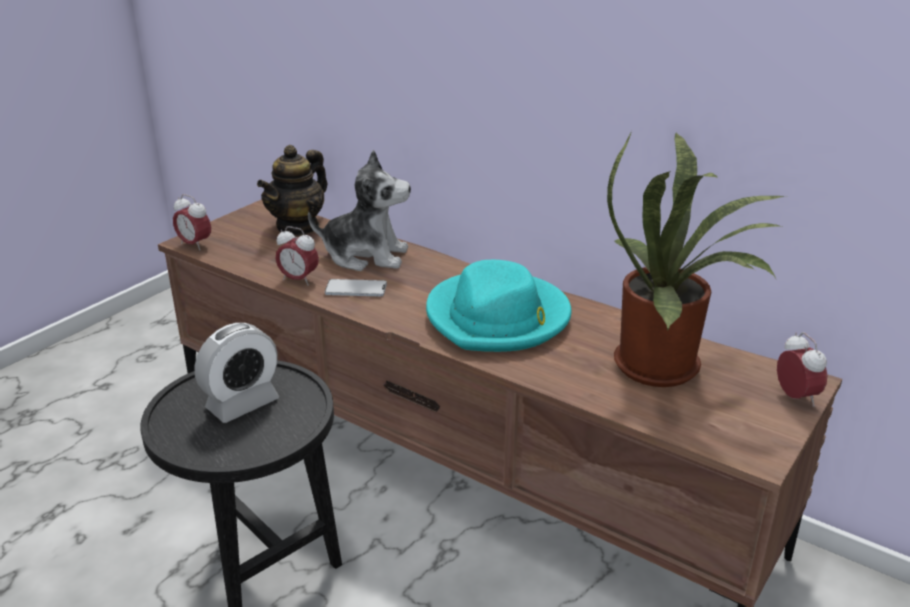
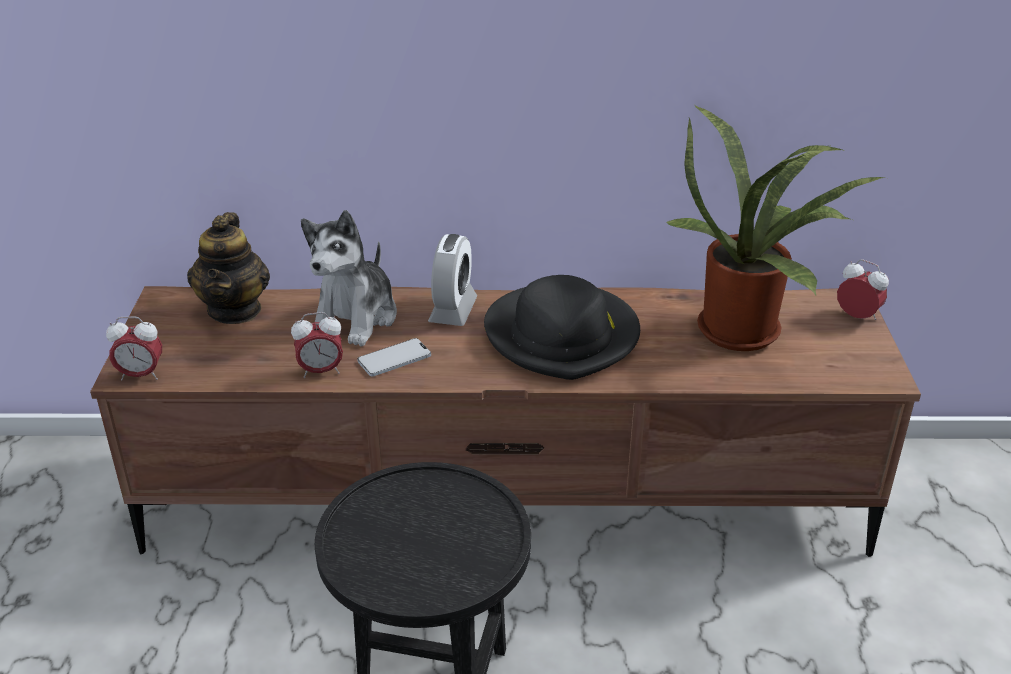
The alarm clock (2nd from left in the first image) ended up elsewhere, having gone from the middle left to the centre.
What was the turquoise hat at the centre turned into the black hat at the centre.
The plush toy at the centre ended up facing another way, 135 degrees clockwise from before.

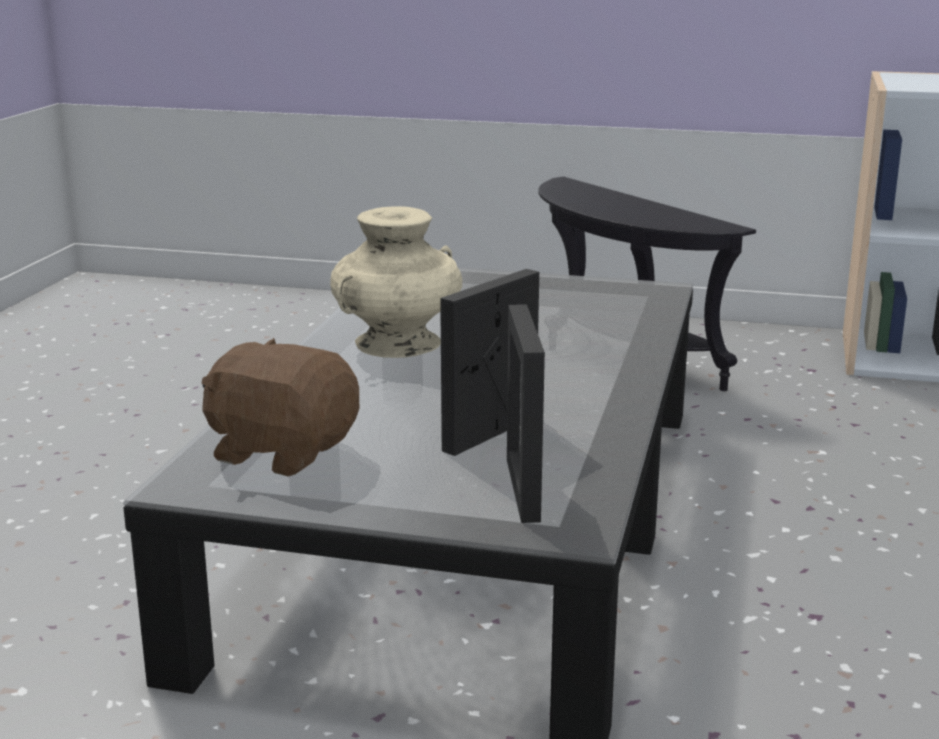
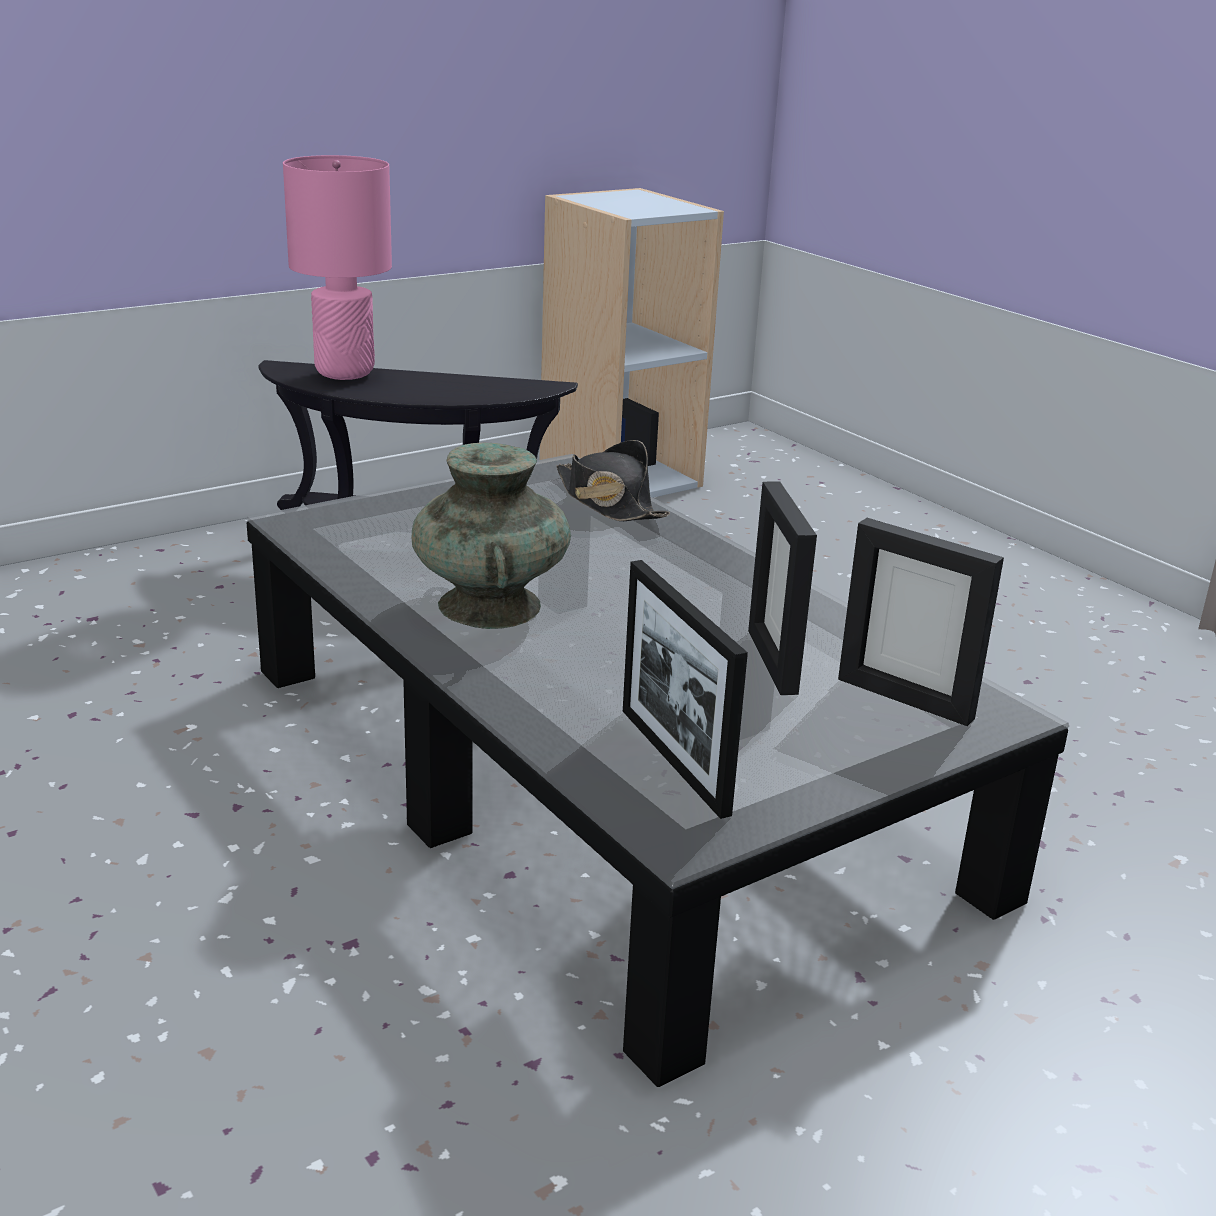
The second view gained the pink table lamp at the top left.
The second view gained the black hat at the centre.
Where the brown plush toy stood at the middle left, the picture frame (1st from left) came to stand at the centre.
What was the beige vase at the centre turned into the turquoise vase at the centre.

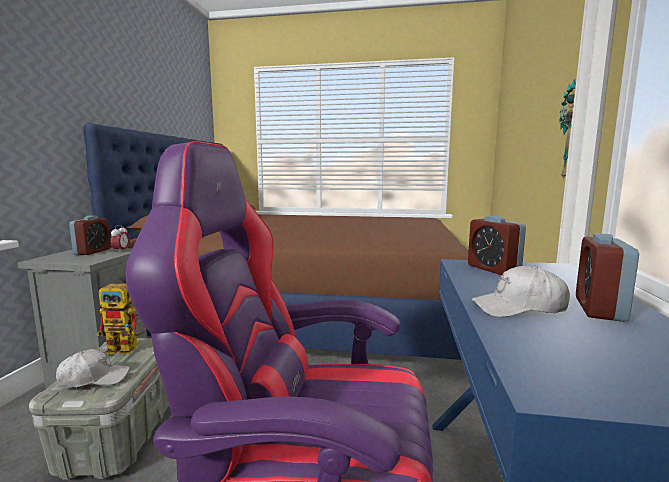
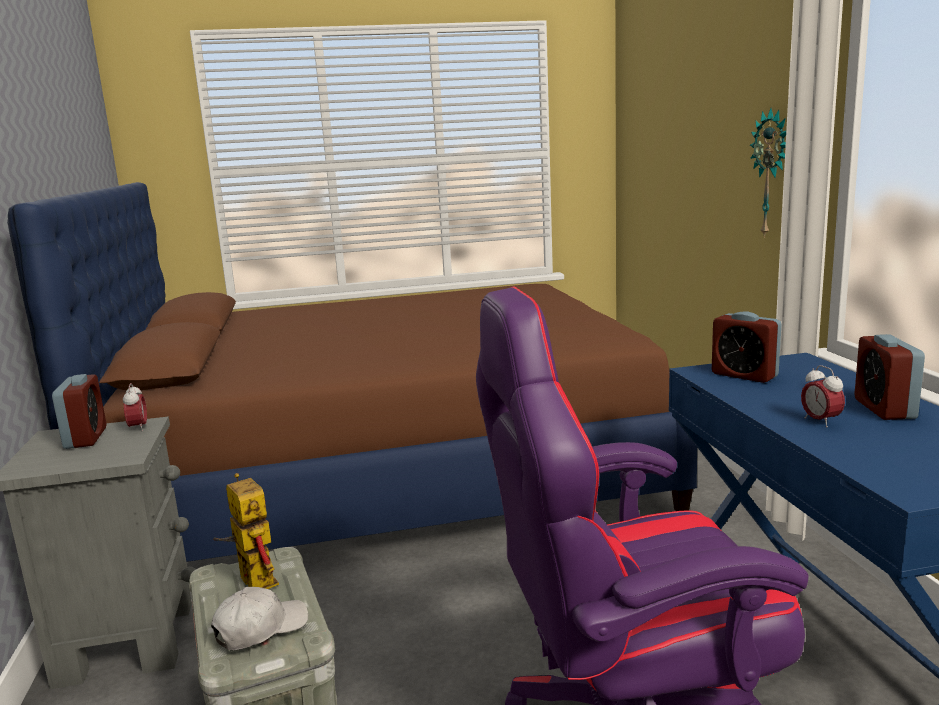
Where the white cap (2nd from left) stood at the middle right, the alarm clock (4th from left) came to stand at the middle right.
The toy robot at the middle left ended up facing another way, 105 degrees counterclockwise from before.

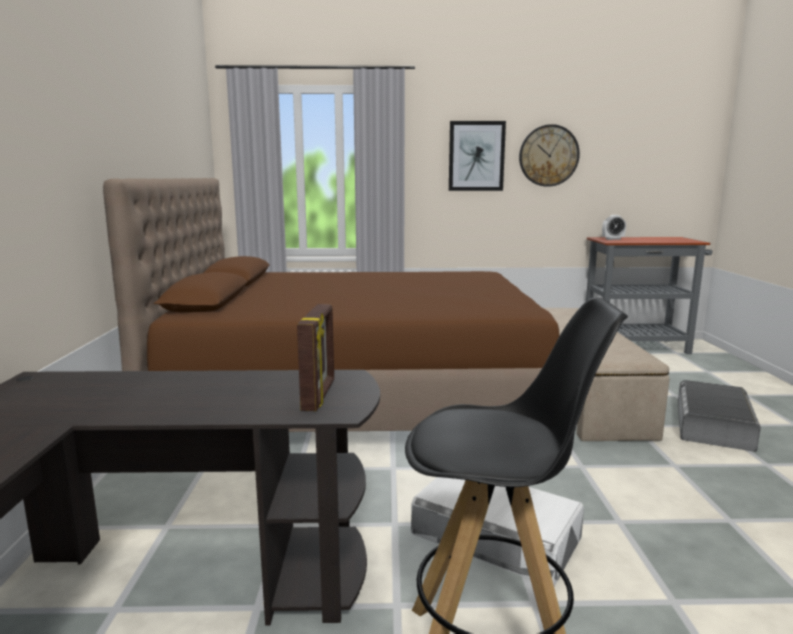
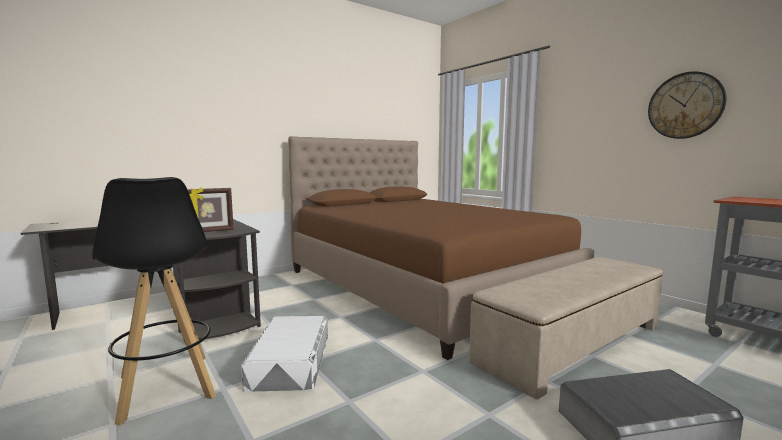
The second view lost the picture at the top centre.
The second view lost the alarm clock at the middle right.

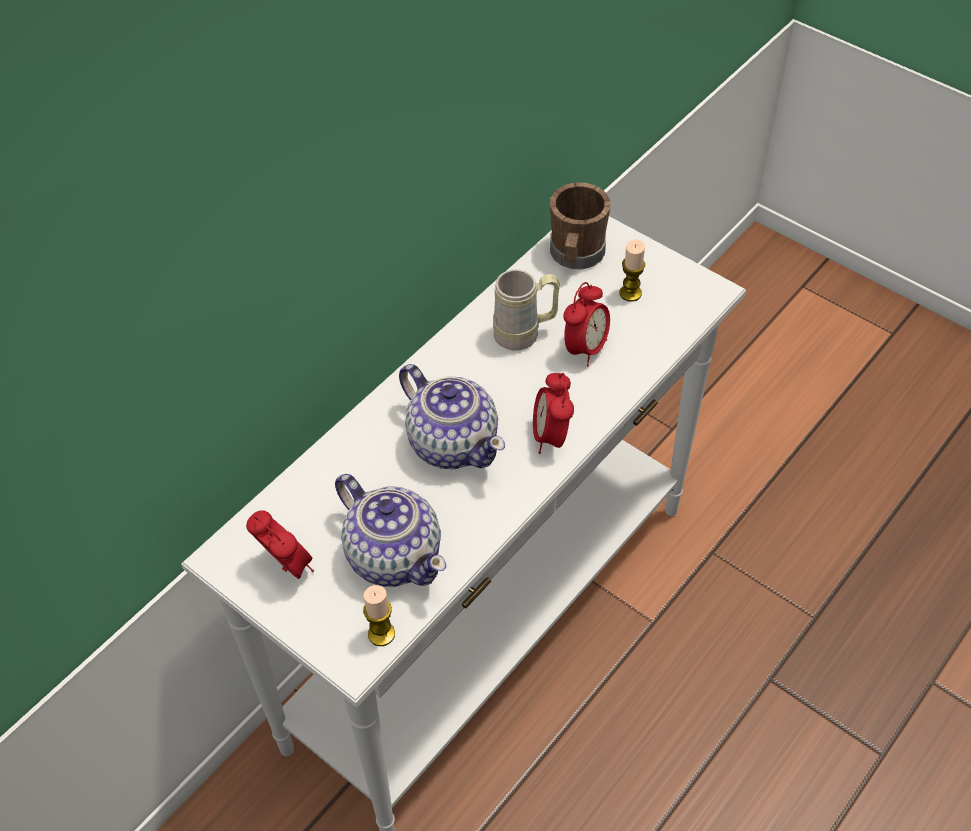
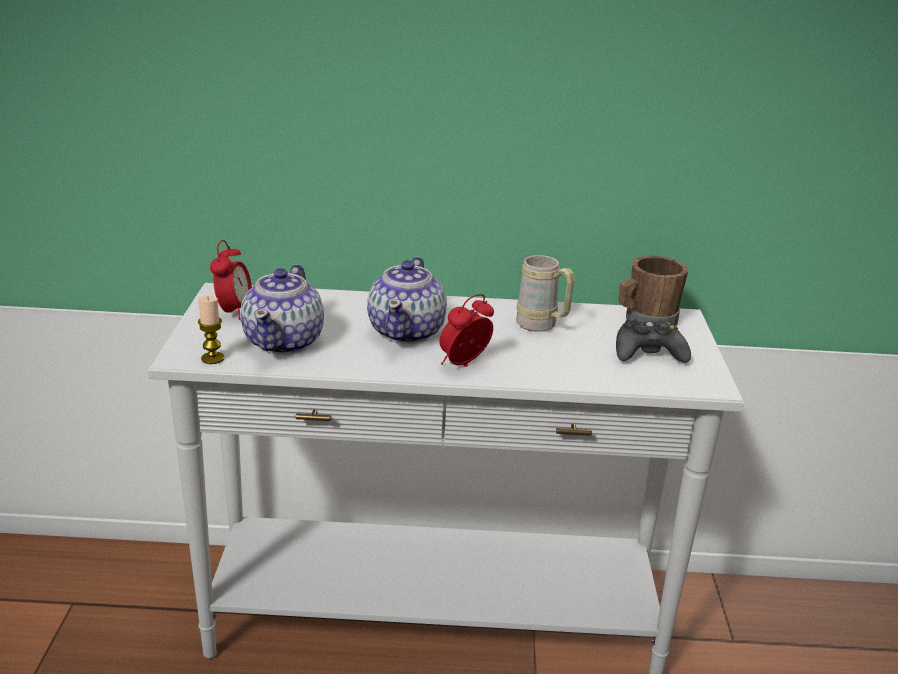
The second view lost the alarm clock (3rd from left) at the centre.
Where the candle (2nd from left) stood at the top centre, the black game controller came to stand at the middle right.

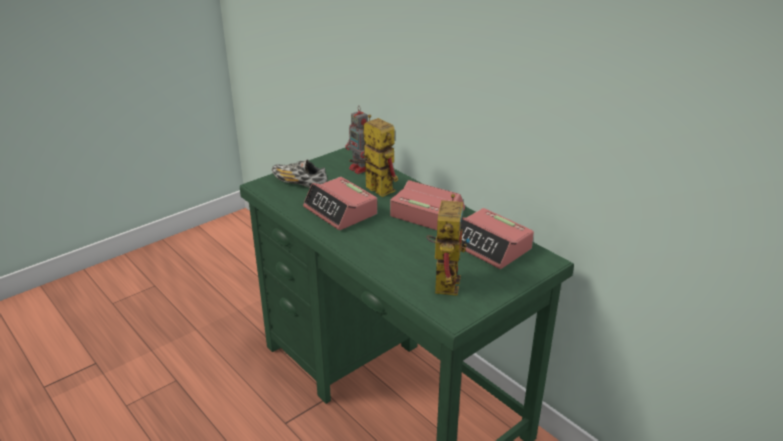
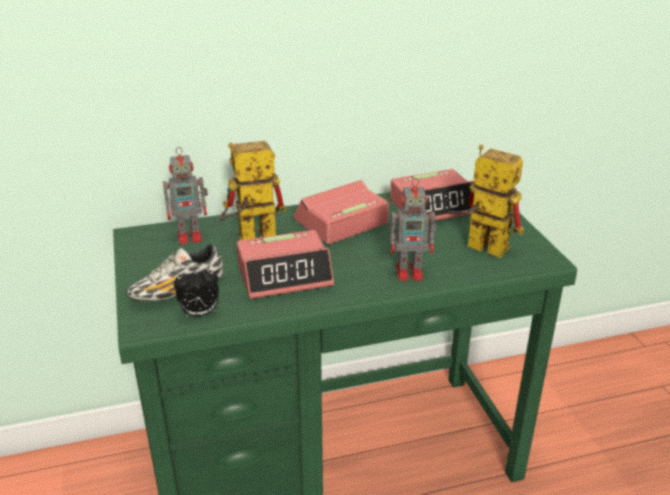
The second view gained the alarm clock (1st from left) at the middle left.
The second view gained the toy robot (3rd from left) at the centre.

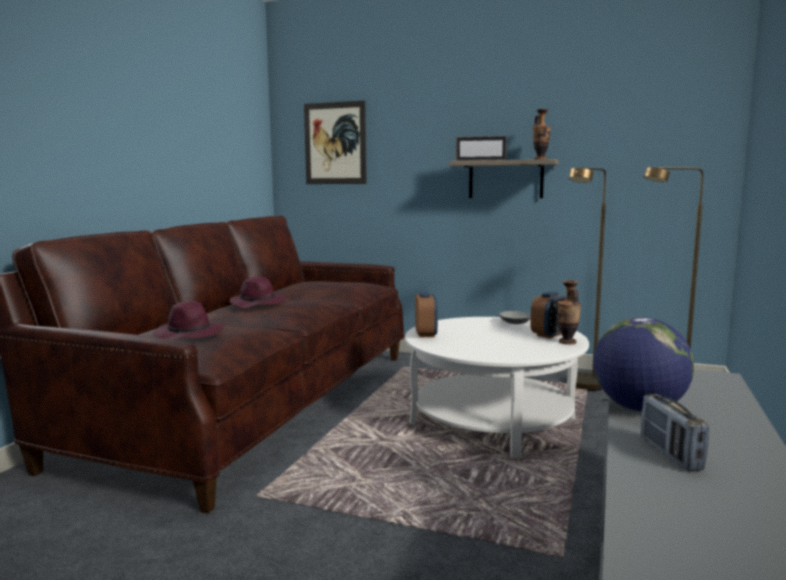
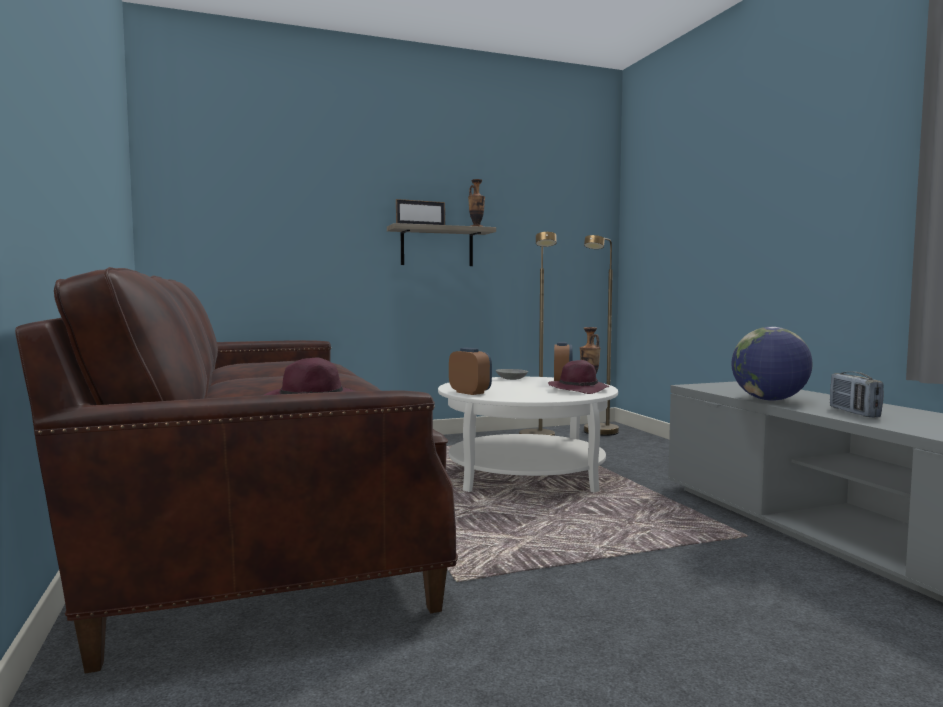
The second view lost the picture at the top centre.
The purple hat (2nd from left) ended up elsewhere, having gone from the middle left to the centre.
The radio at the bottom right ended up facing another way, 45 degrees clockwise from before.

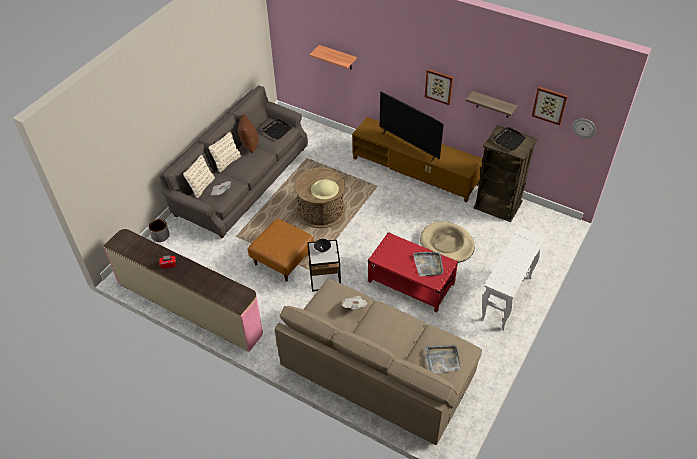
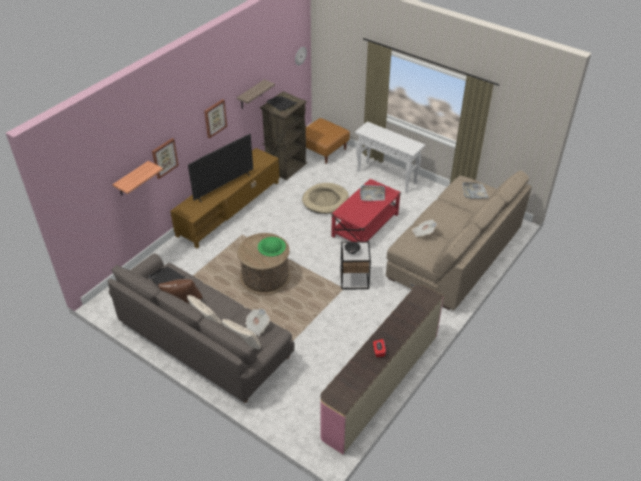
The second view lost the grey planter at the middle left.
The brown ottoman ended up elsewhere, having gone from the centre to the top centre.
The picture (2nd from left in the first image) ended up elsewhere, having gone from the top right to the top left.
What was the beige hat at the centre turned into the green hat at the centre.

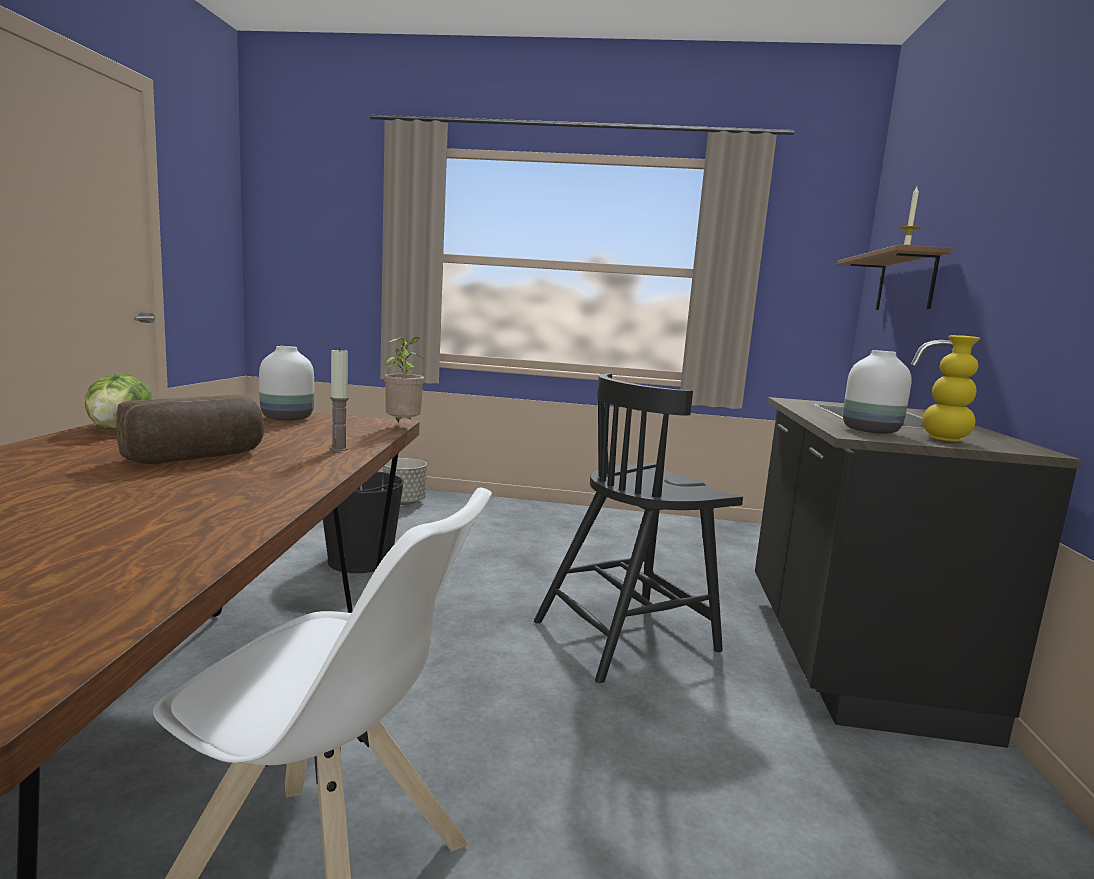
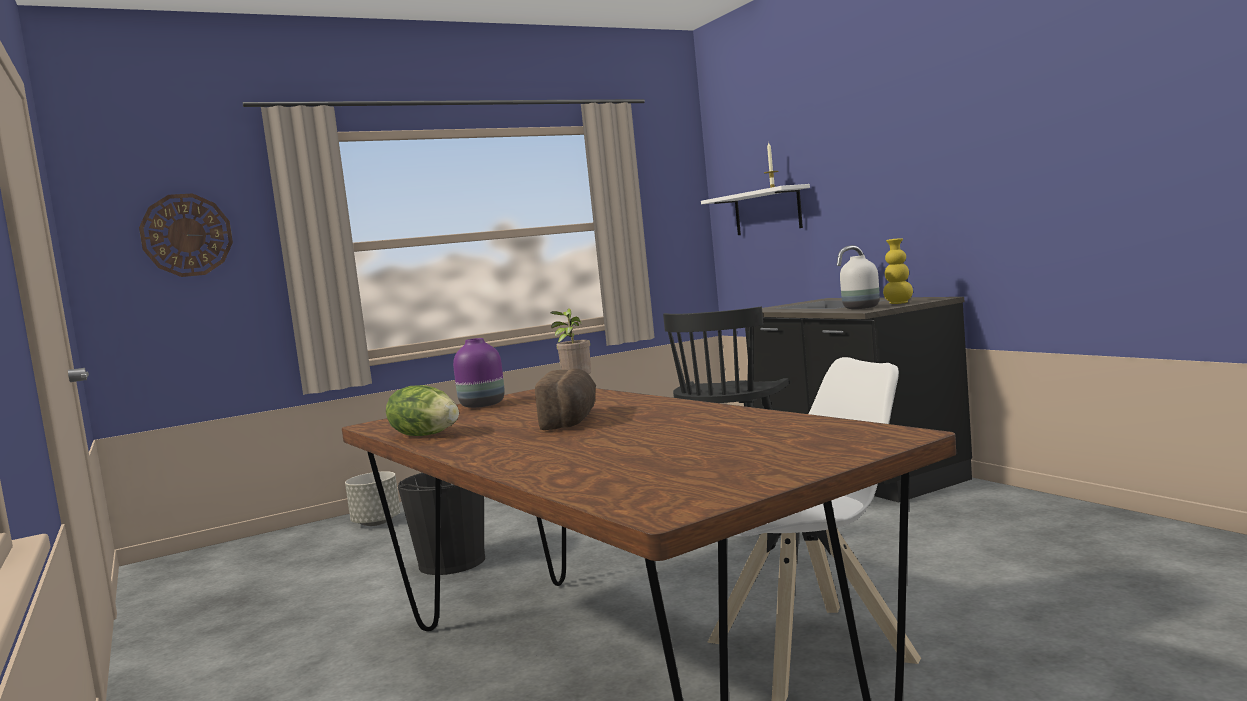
The second view lost the candle (1st from left) at the middle left.
The second view gained the wall clock at the middle left.
What was the white vase (1st from left) at the middle left turned into the purple vase at the centre.
What was the brown shelf at the top right turned into the white shelf at the top centre.

